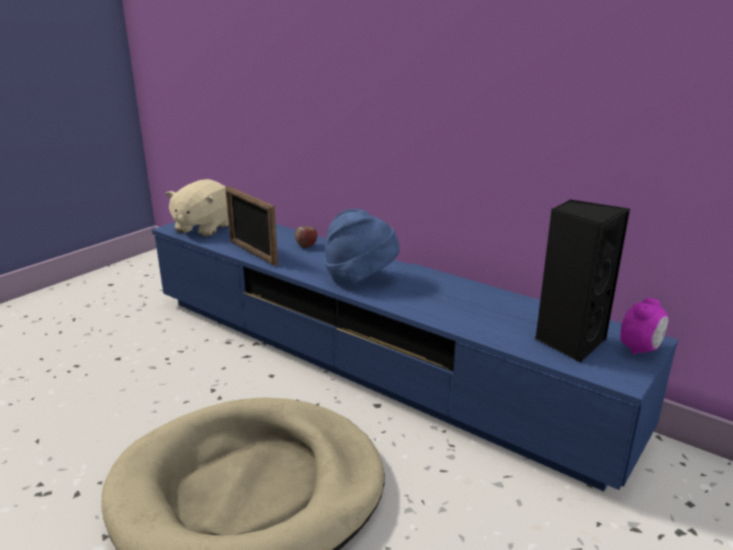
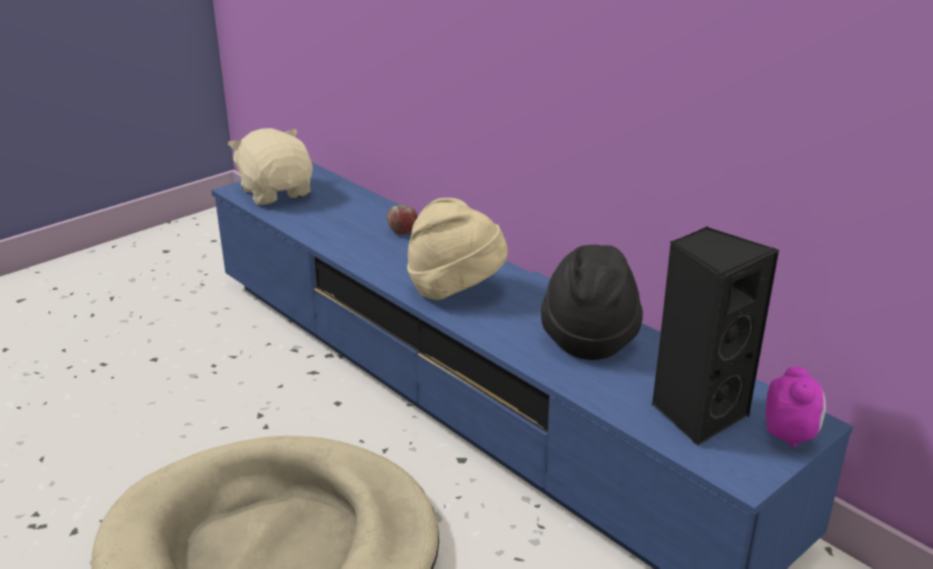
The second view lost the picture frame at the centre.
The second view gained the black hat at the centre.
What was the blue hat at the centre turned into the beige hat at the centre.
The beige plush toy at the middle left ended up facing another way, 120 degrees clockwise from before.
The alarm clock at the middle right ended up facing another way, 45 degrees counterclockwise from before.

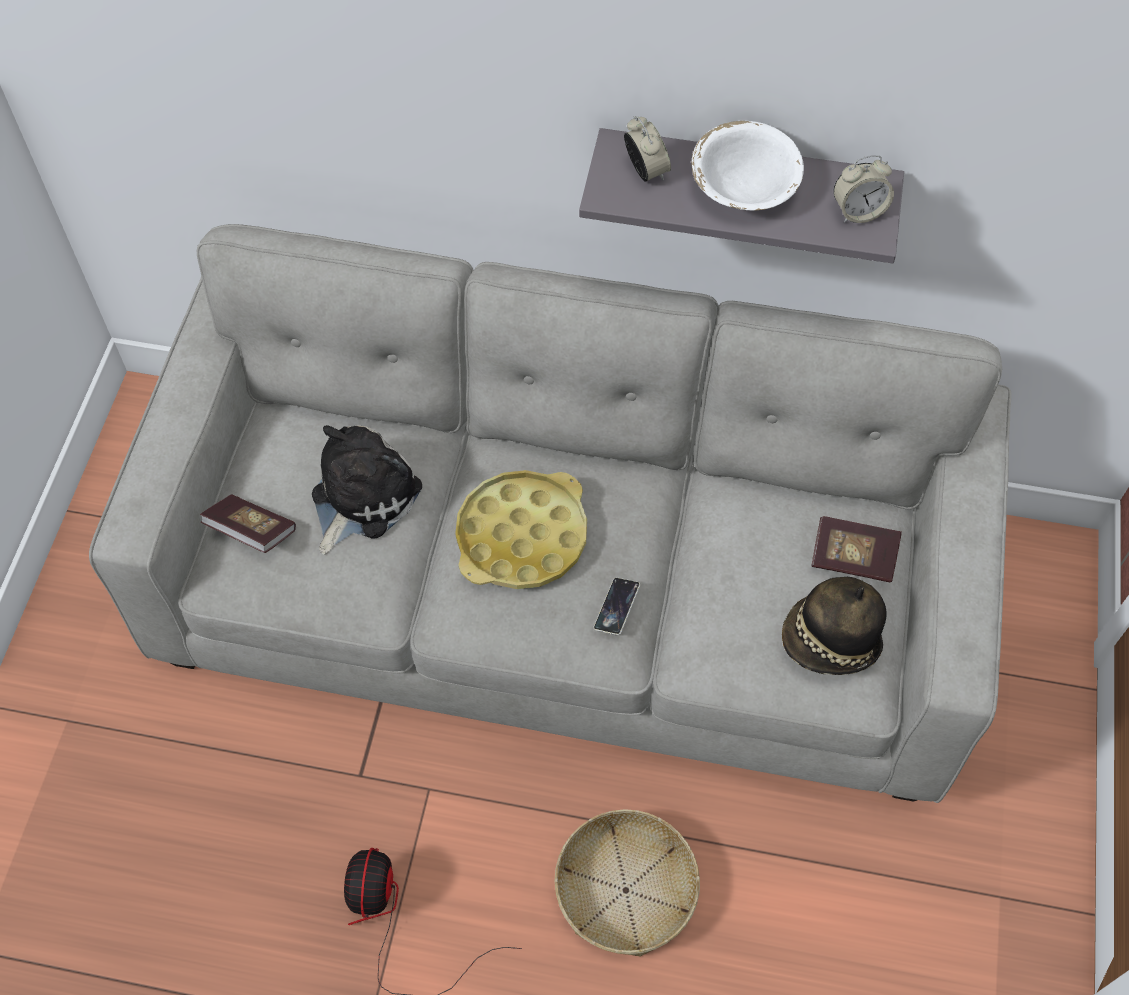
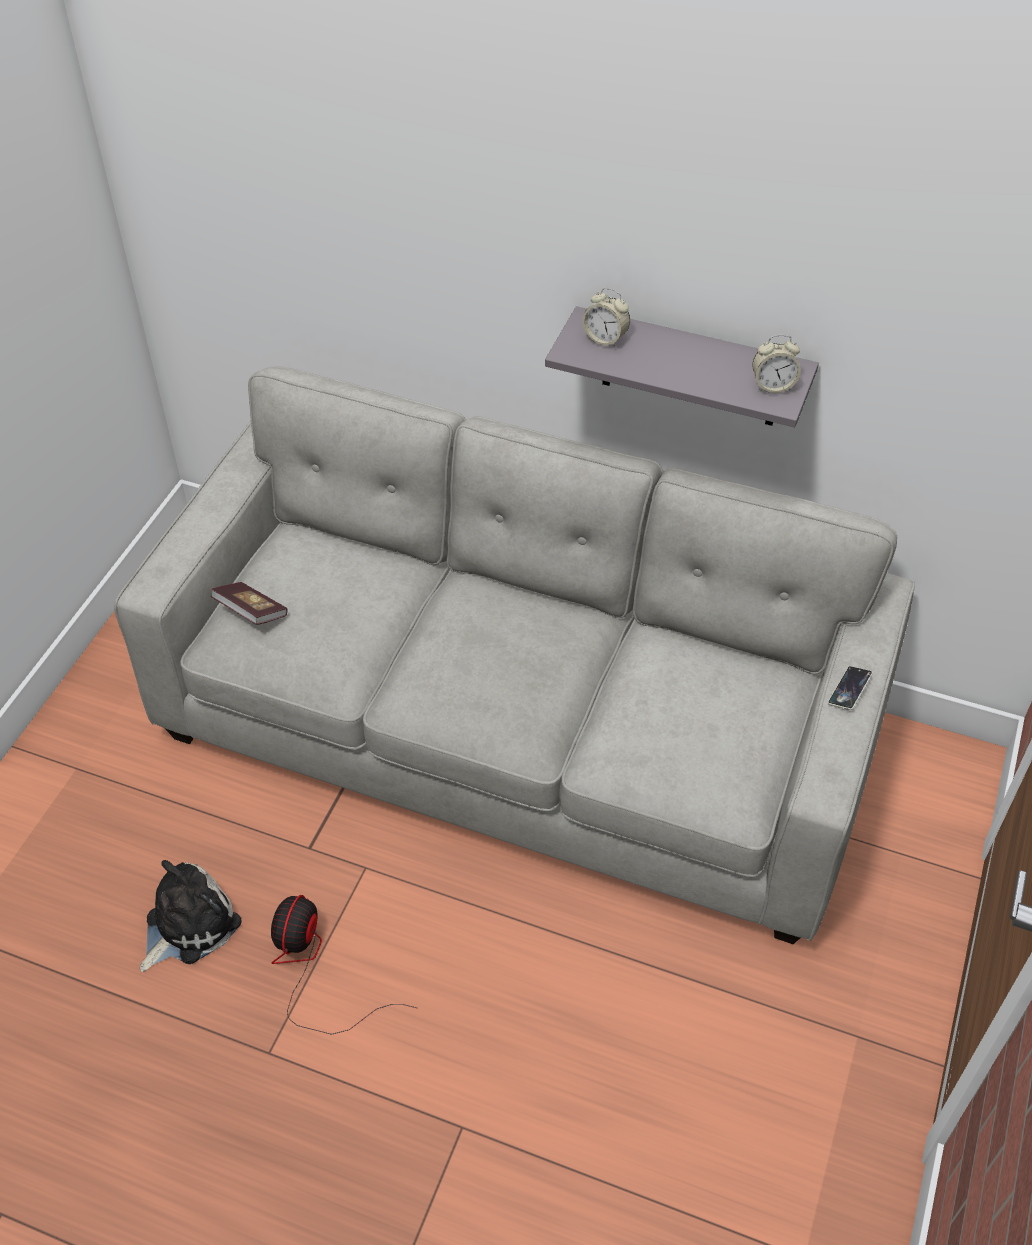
The second view lost the yellow tray at the centre.
The second view lost the basket at the bottom centre.
The second view lost the white bowl at the top centre.
The second view lost the hat at the middle right.
The second view lost the book (2nd from left) at the middle right.
The plush toy ended up elsewhere, having gone from the middle left to the bottom left.
The phone ended up elsewhere, having gone from the centre to the middle right.
The alarm clock (1st from left) at the top centre ended up facing another way, 135 degrees clockwise from before.

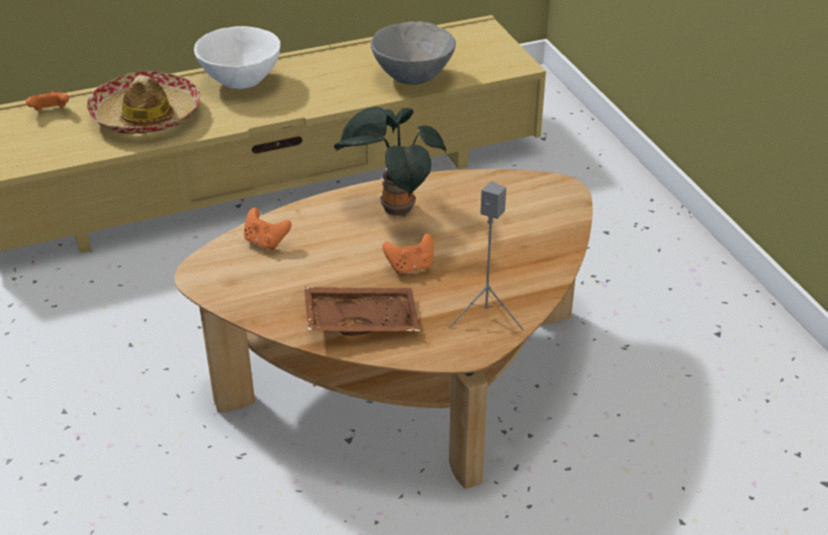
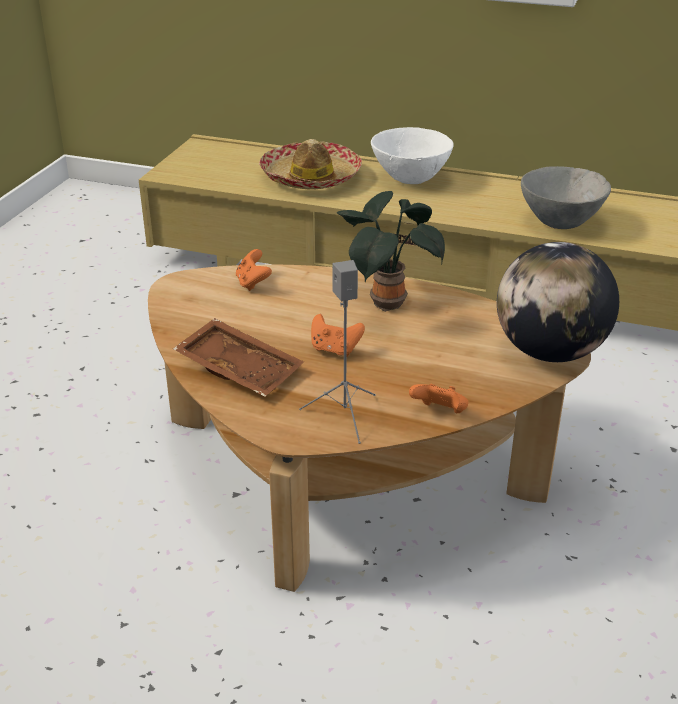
The second view gained the globe at the middle right.
The orange game controller (1st from left in the first image) ended up elsewhere, having gone from the top left to the centre.

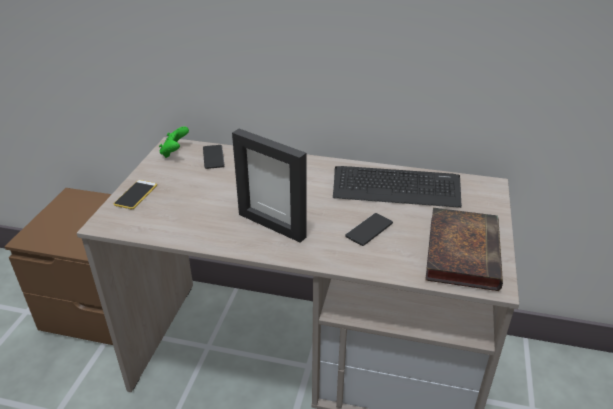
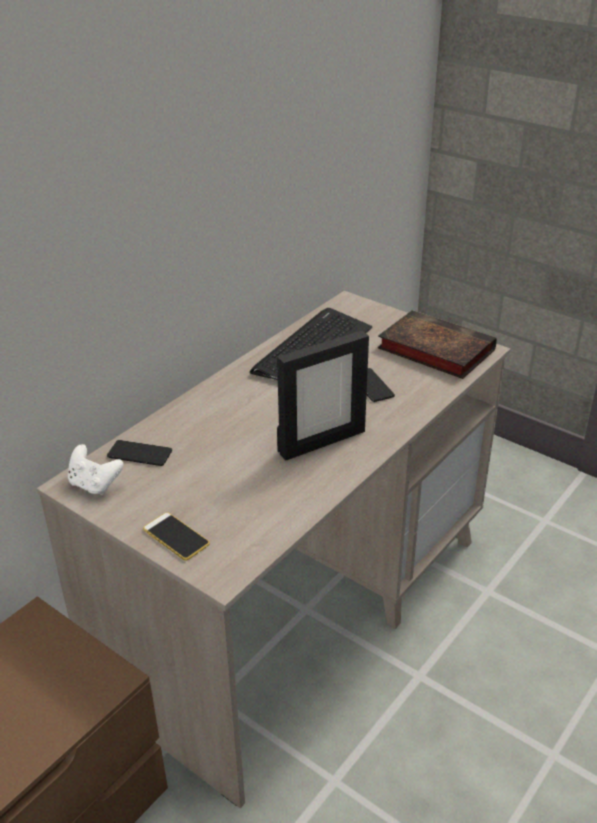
What was the green game controller at the middle left turned into the white game controller at the middle left.

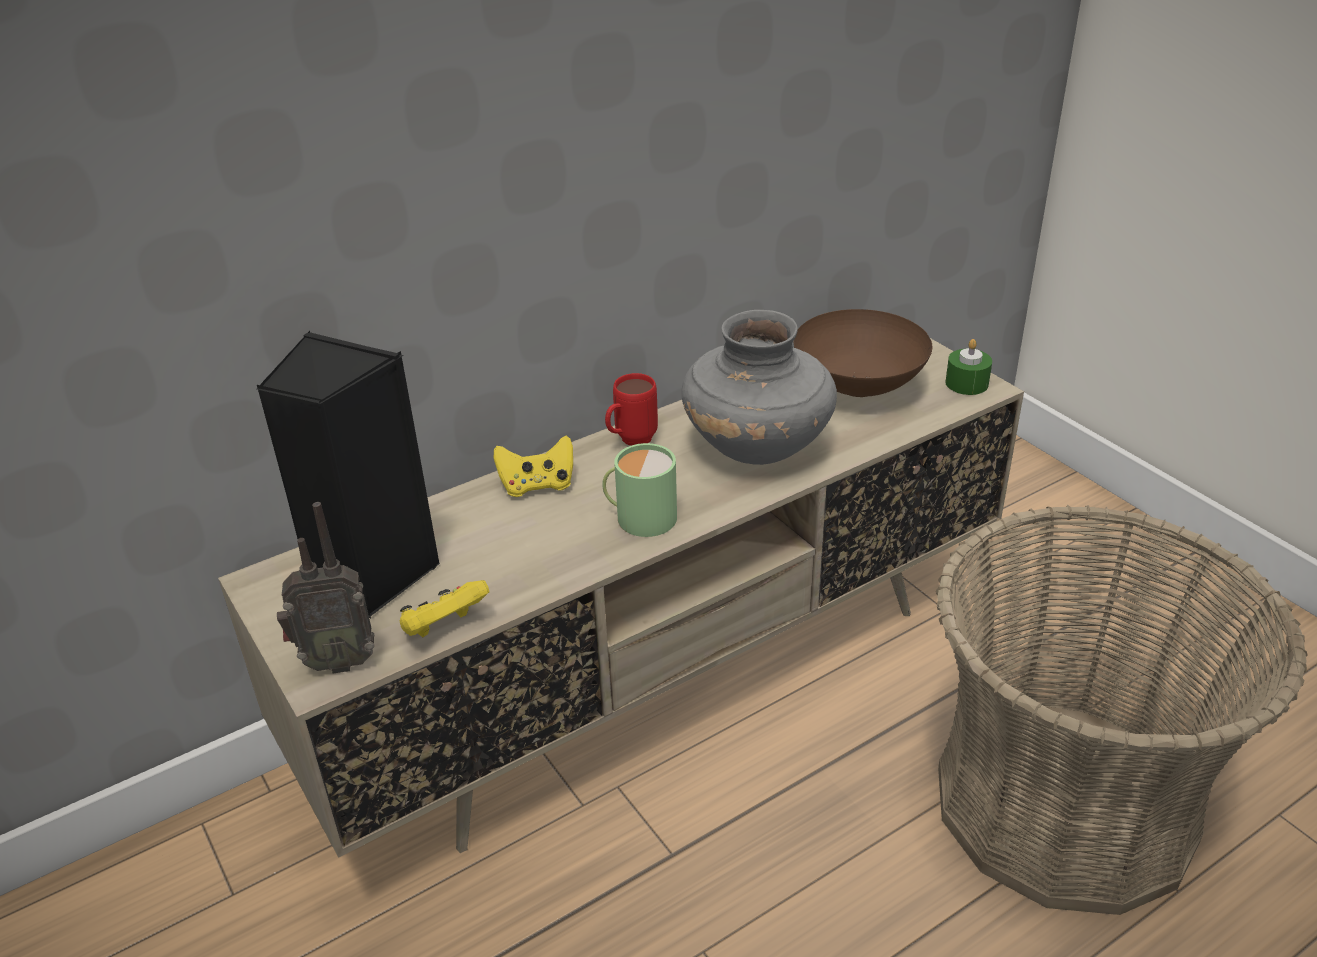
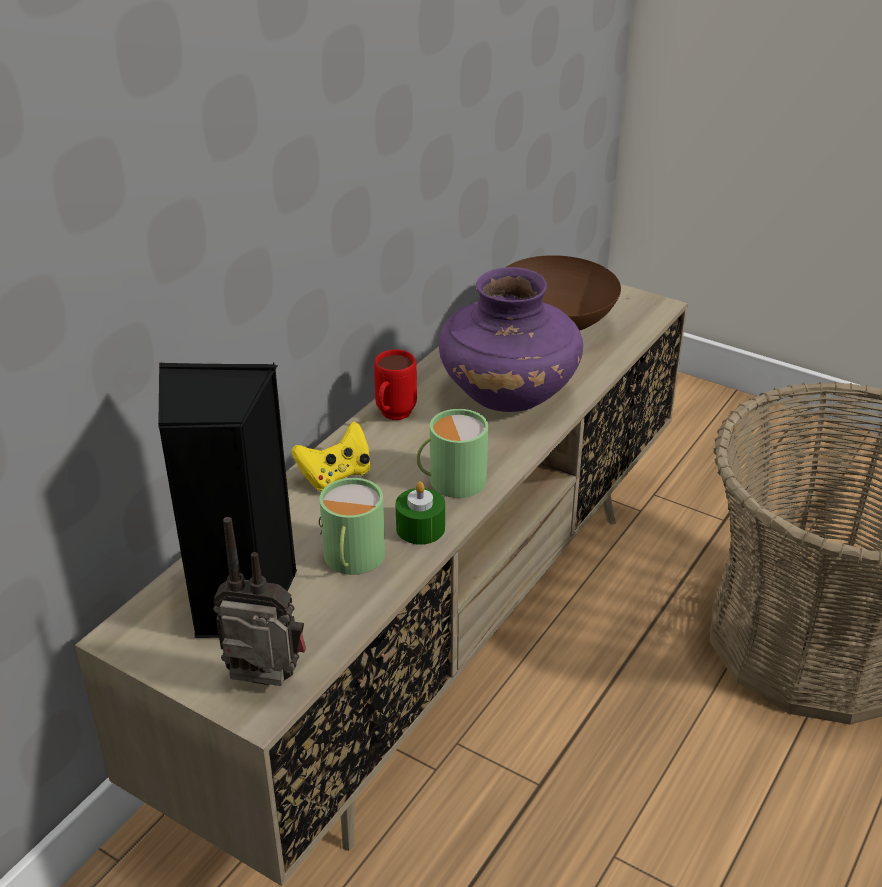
The second view lost the yellow game controller (1st from left) at the centre.
The second view gained the green mug (1st from left) at the centre.
The green candle ended up elsewhere, having gone from the middle right to the centre.
What was the grey vase at the centre turned into the purple vase at the centre.
The radio at the middle left ended up facing another way, 135 degrees counterclockwise from before.

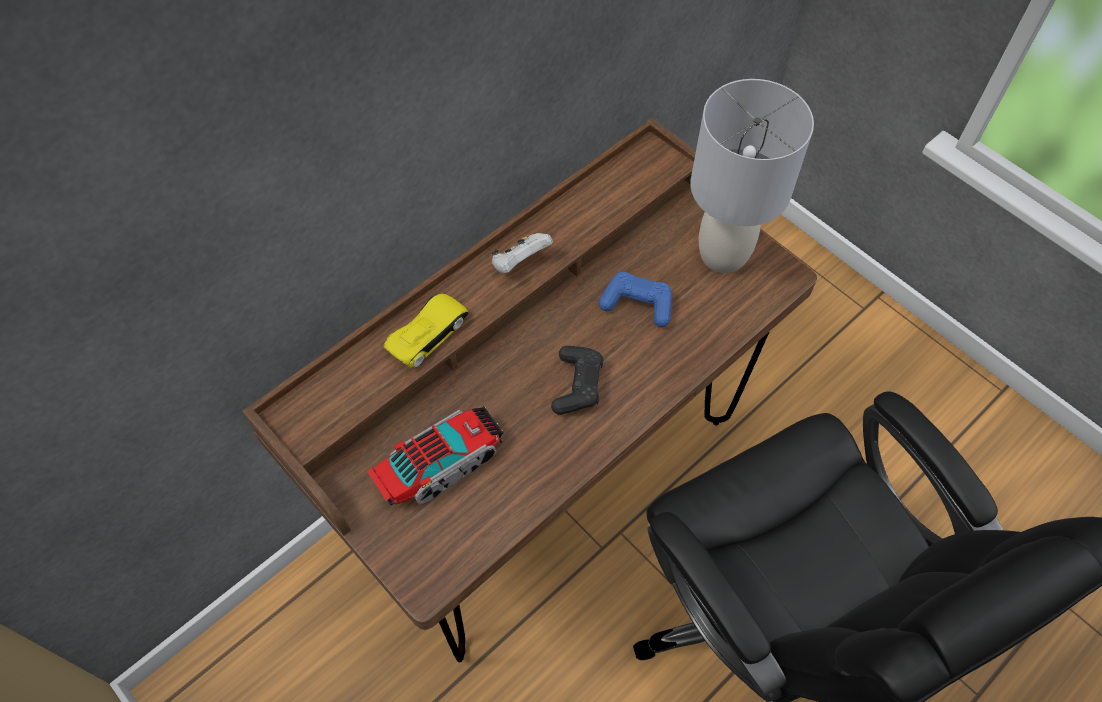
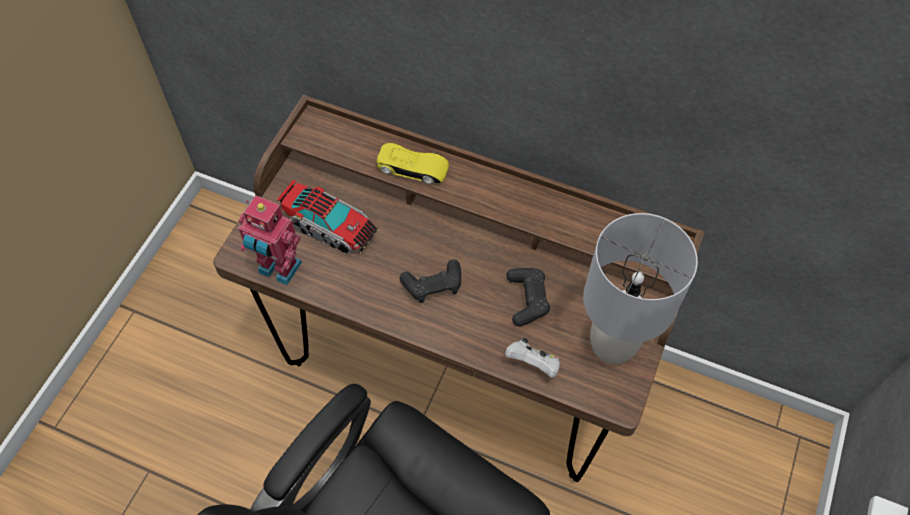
The second view gained the toy robot at the middle left.
The white game controller ended up elsewhere, having gone from the centre to the bottom centre.
What was the blue game controller at the centre turned into the black game controller (2nd from left) at the centre.

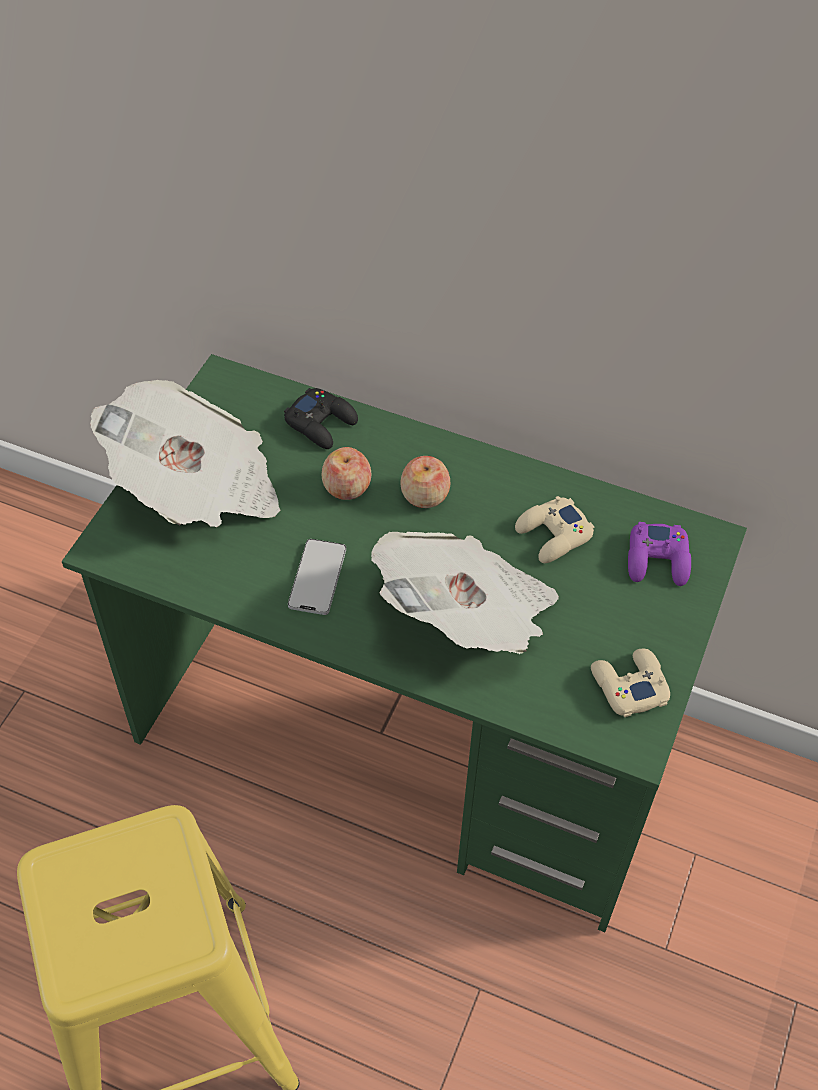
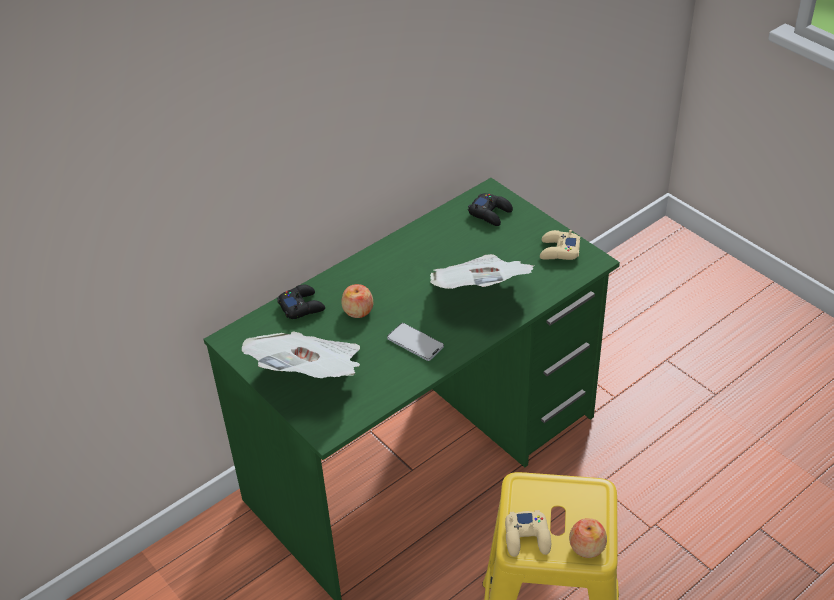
The apple (2nd from left) ended up elsewhere, having gone from the centre to the bottom right.
The beige game controller (1st from left) ended up elsewhere, having gone from the middle right to the bottom centre.
What was the purple game controller at the middle right turned into the black game controller (2nd from left) at the centre.

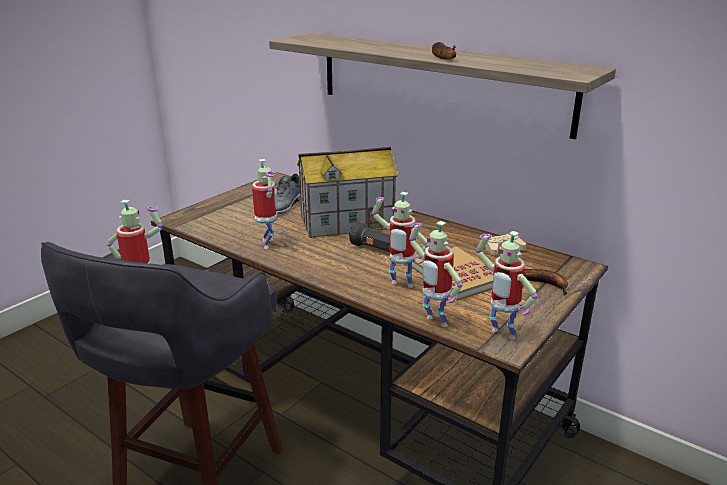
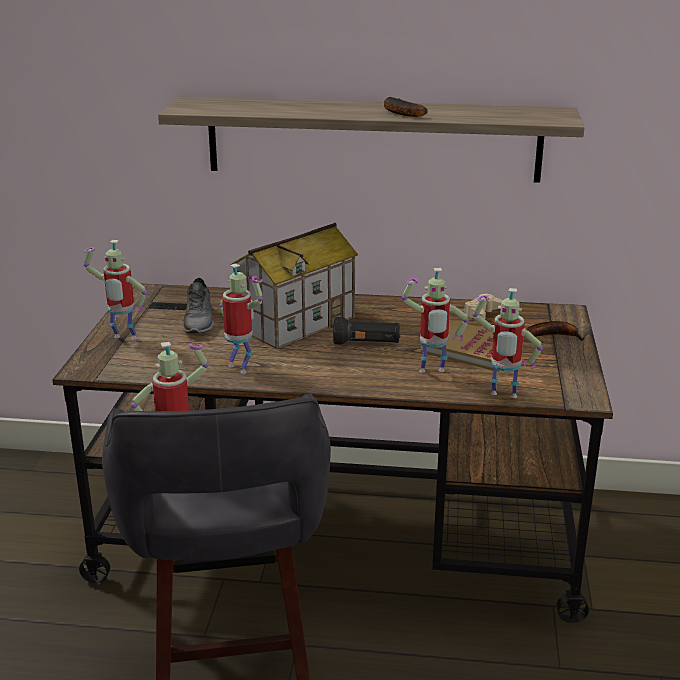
The toy robot (5th from left in the first image) ended up elsewhere, having gone from the middle right to the middle left.

